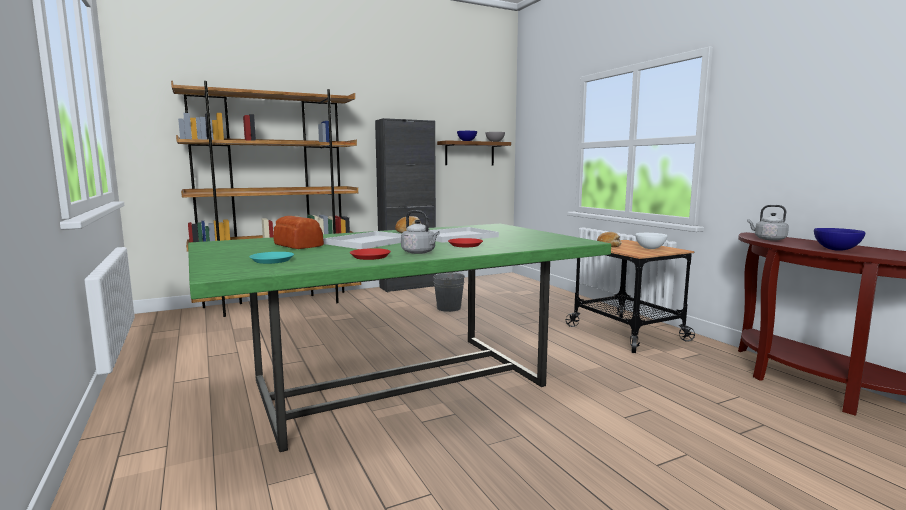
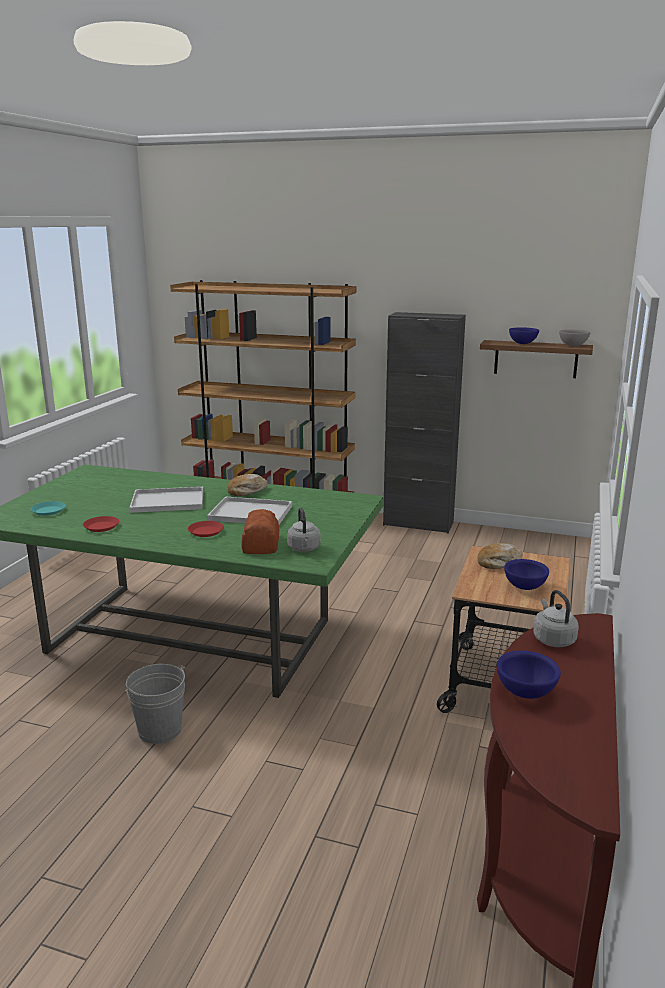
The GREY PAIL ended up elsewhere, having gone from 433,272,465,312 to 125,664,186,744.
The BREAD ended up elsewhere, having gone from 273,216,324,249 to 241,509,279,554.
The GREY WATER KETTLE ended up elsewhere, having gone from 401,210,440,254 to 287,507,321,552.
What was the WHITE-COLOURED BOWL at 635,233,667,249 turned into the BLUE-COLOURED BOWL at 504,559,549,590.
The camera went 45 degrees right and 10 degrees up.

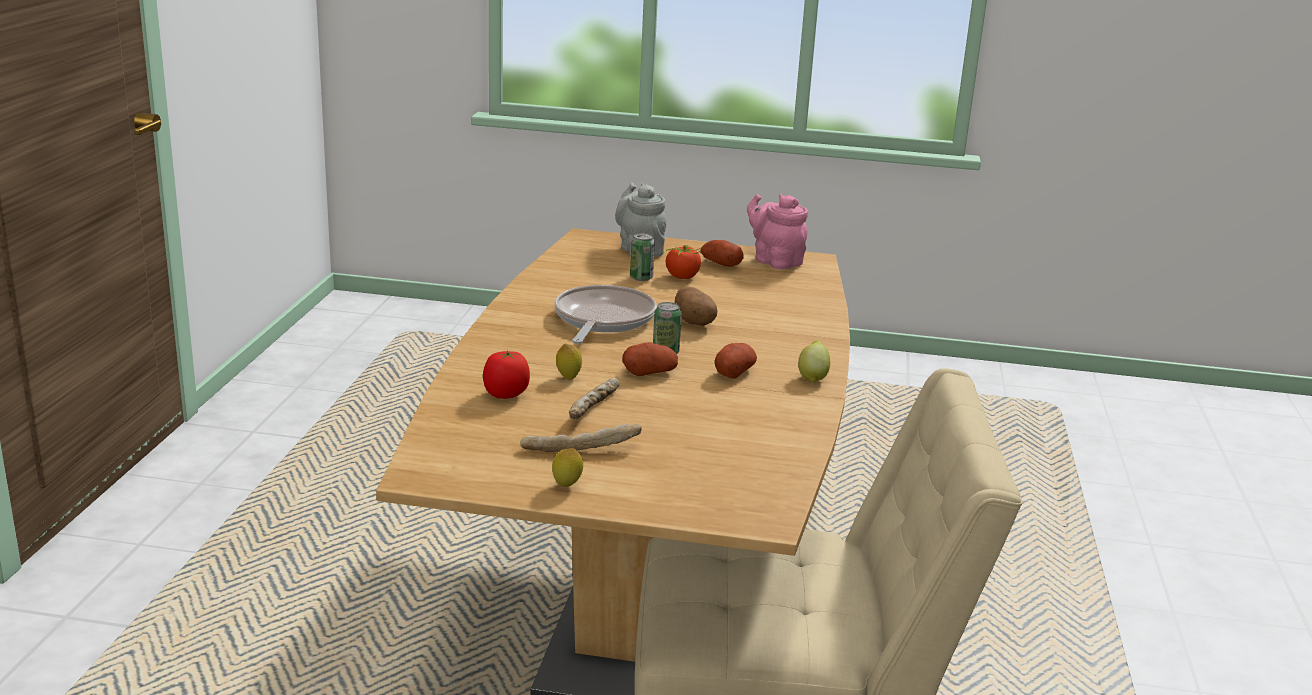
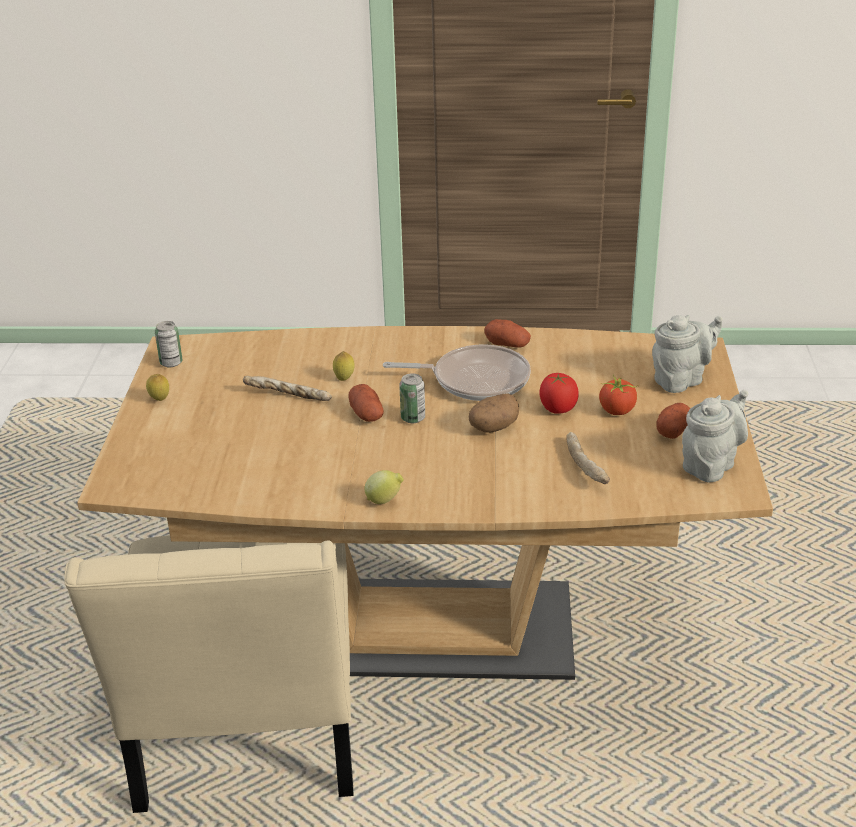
The SEALED CAN ended up elsewhere, having gone from 630,233,655,281 to 155,321,183,367.
The WHOLE POTATO ended up elsewhere, having gone from 715,343,757,378 to 485,319,531,348.
The TOMATO ended up elsewhere, having gone from 483,350,530,399 to 539,373,579,414.
The BREAD ended up elsewhere, having gone from 520,424,642,452 to 566,432,610,484.
What was the PINK POT FOR TEA at 747,194,808,269 turned into the GREY POT FOR TEA at 682,390,748,482.
The camera went 85 degrees right and 10 degrees up.

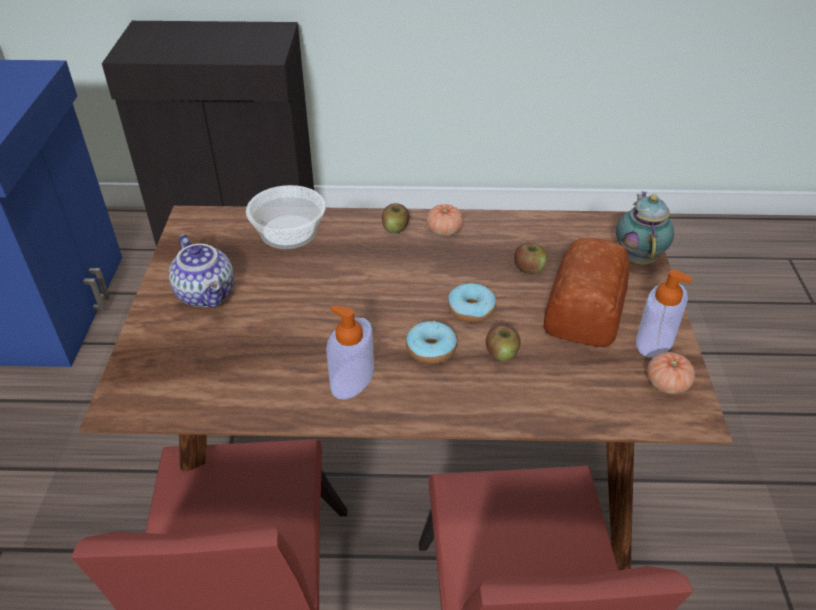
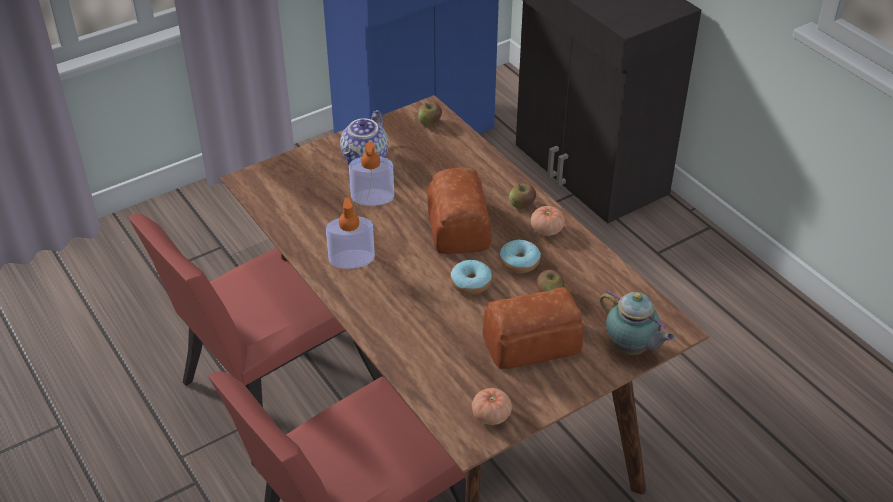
The LIQUID SOAP BOTTLE ended up elsewhere, having gone from 636,270,692,358 to 349,142,394,206.
The WHOLE APPLE ended up elsewhere, having gone from 486,325,520,361 to 418,102,442,126.
The second view gained the BREAD at 427,167,492,254.
The DONUT ended up elsewhere, having gone from 406,321,457,364 to 500,239,541,273.
The POT FOR TEA at 616,191,674,264 ended up facing another way, 75 degrees clockwise from before.
The second view lost the BOWL at 246,185,326,249.
The camera went 55 degrees right and 0 degrees up.

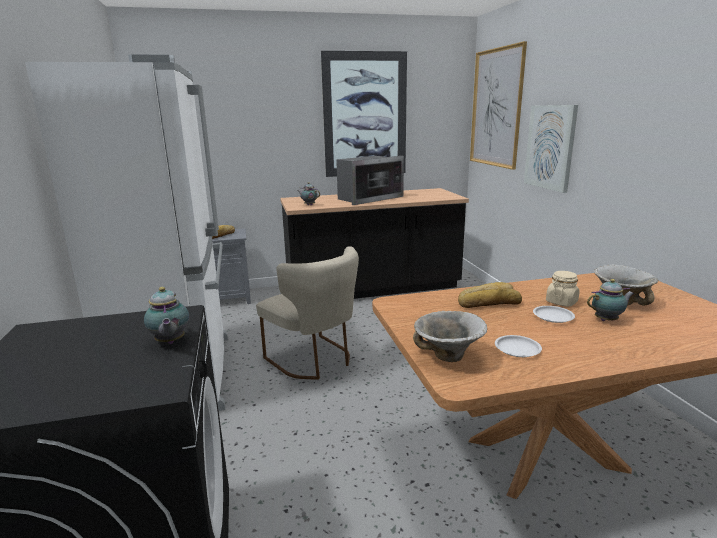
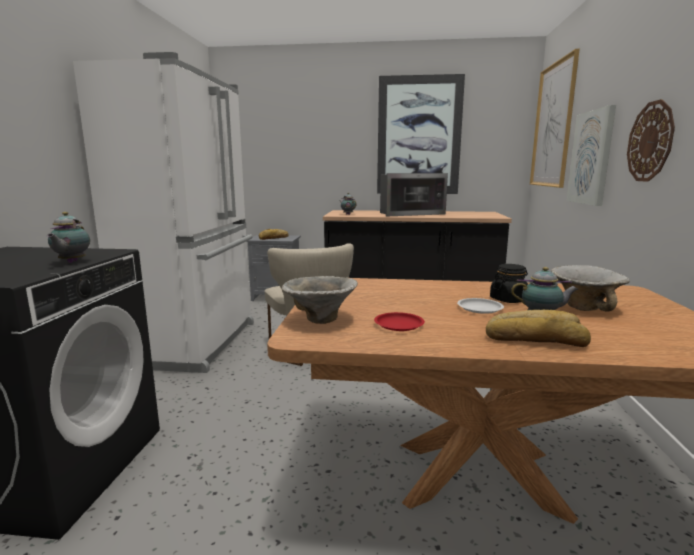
What was the WHITE-COLOURED DINNER PLATE at 495,335,542,357 turned into the RED-COLOURED DINNER PLATE at 374,312,425,331.
The BREAD ended up elsewhere, having gone from 458,282,522,308 to 486,309,591,347.
What was the SAND-COLOURED STORAGE JAR at 546,271,579,307 turned into the BLACKISH STORAGE JAR at 490,264,528,303.
The second view gained the HANGING CLOCK at 627,99,675,182.
The camera went 20 degrees right and 5 degrees down.

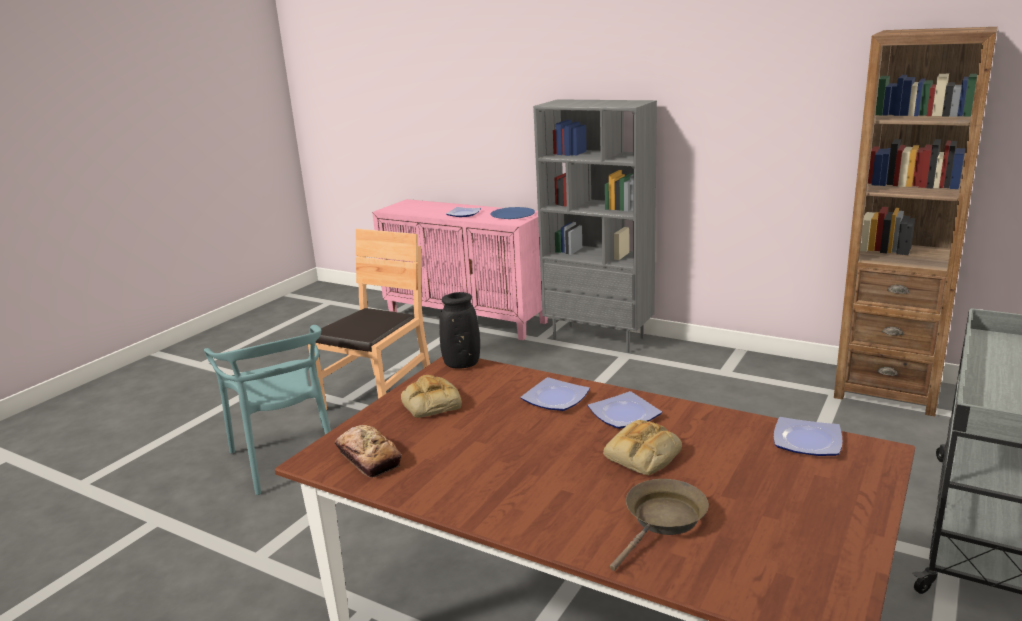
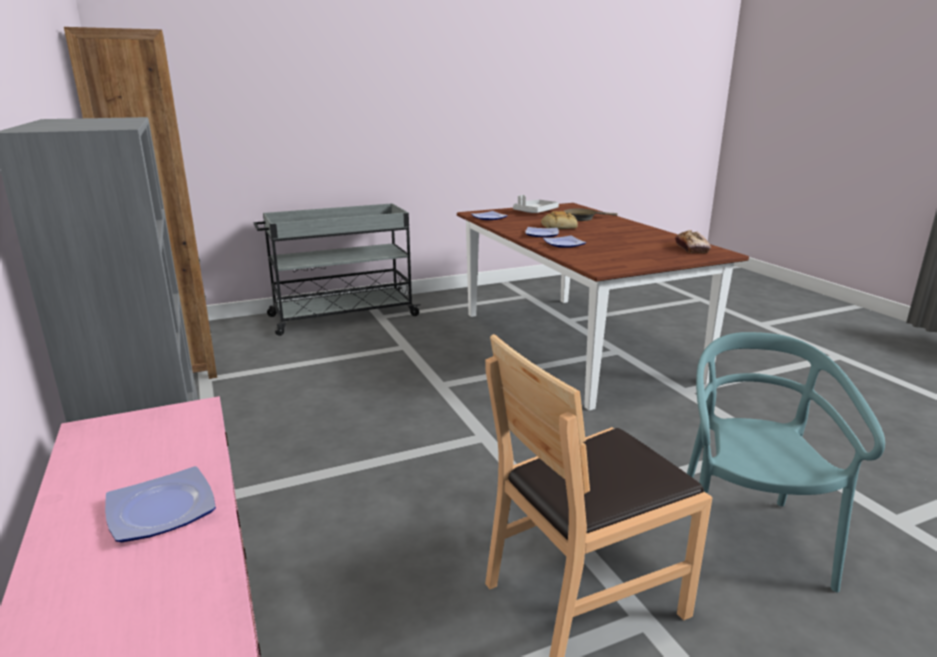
The second view gained the GREY CARRYING TRAY at 513,195,559,213.
The second view lost the BREAD at 401,375,462,418.
The second view lost the BLACKISH FLOWER VASE at 440,292,480,368.
The second view lost the BLUE-COLOURED DINNER PLATE at 490,207,535,219.
The camera went 145 degrees left and 0 degrees up.

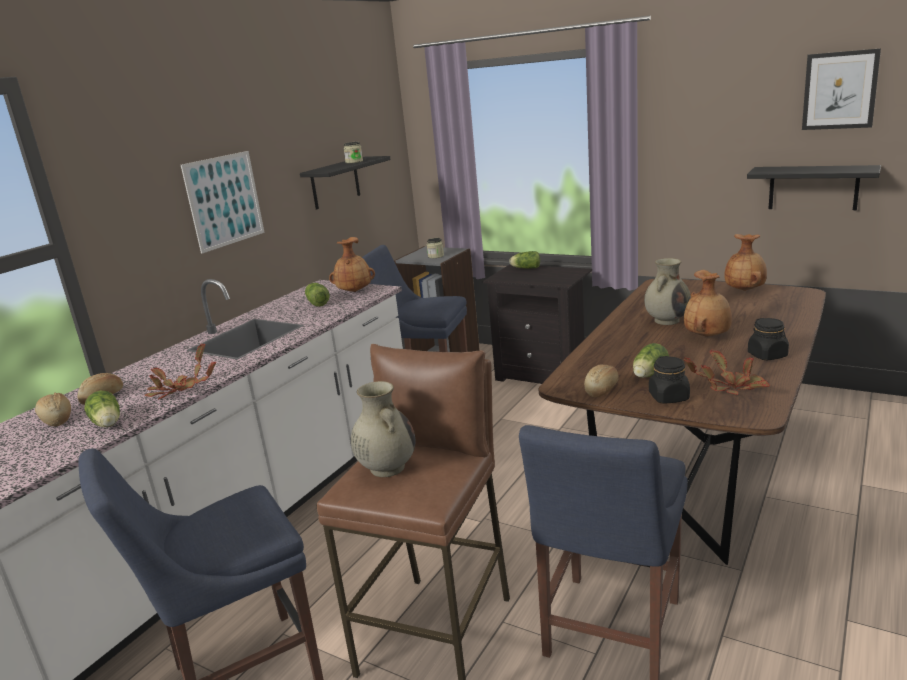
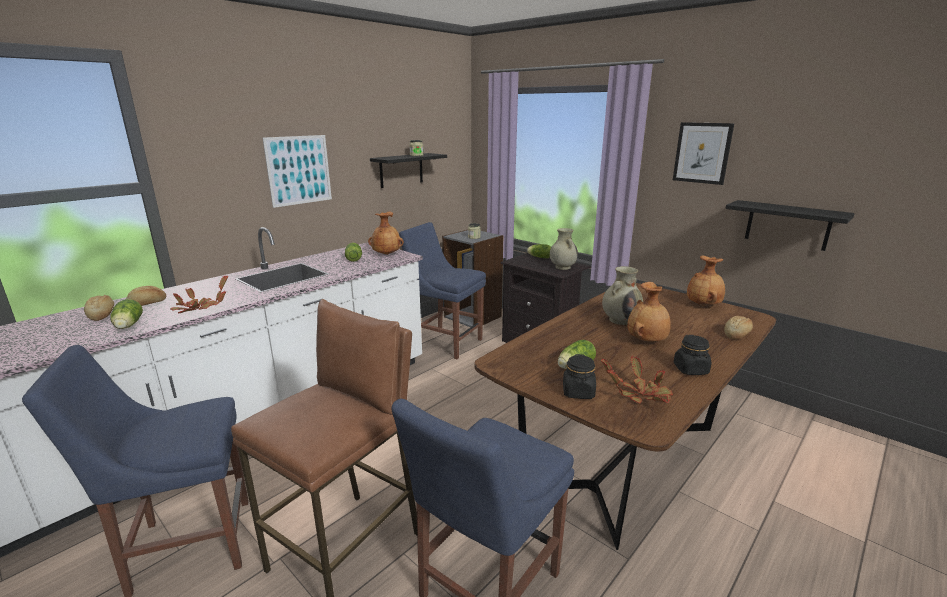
The SAND-COLOURED FLOWER VASE ended up elsewhere, having gone from 351,381,416,477 to 550,228,578,270.
The PICTURE ended up elsewhere, having gone from 802,48,881,130 to 673,122,734,185.
The BREAD ended up elsewhere, having gone from 584,365,619,397 to 724,316,753,339.
The camera went 10 degrees right and 0 degrees up.

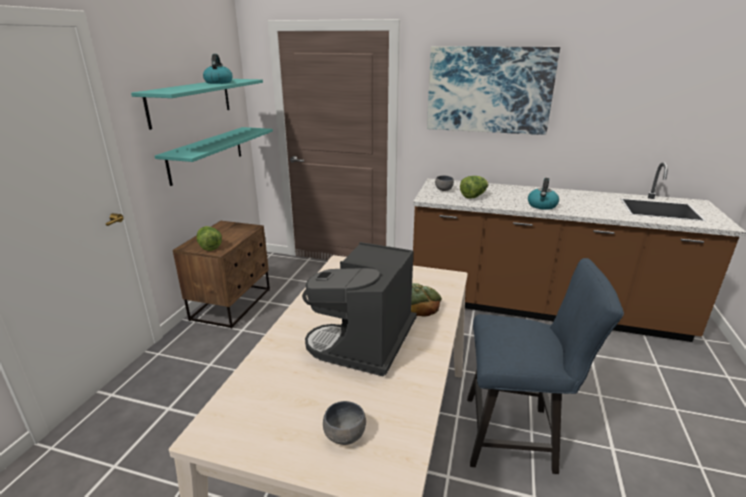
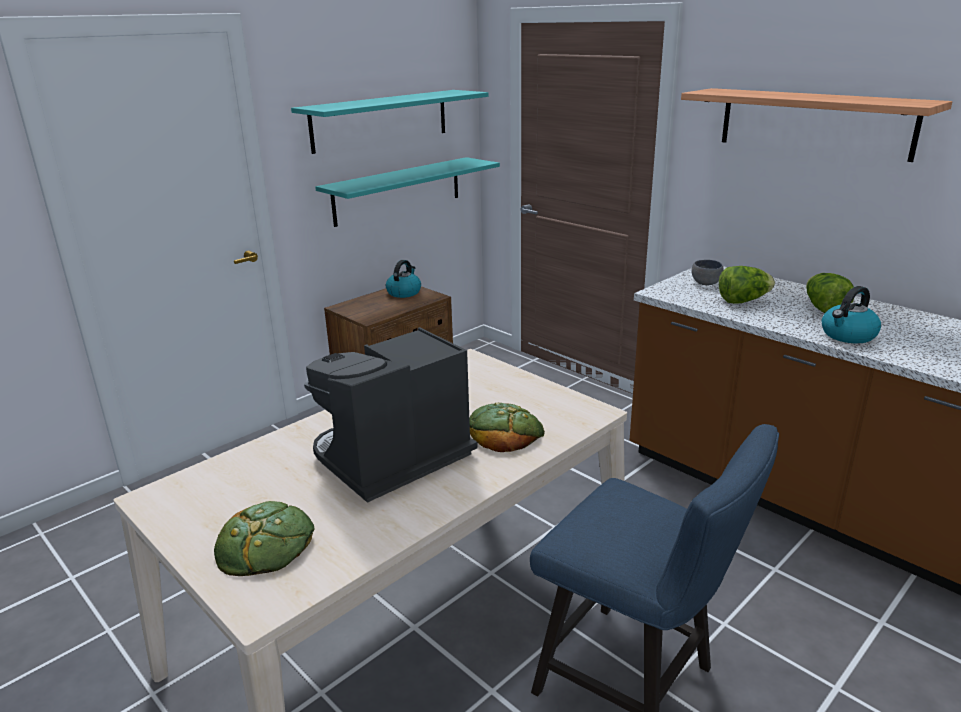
Where the GREY BOWL stood at 323,401,366,445, the BREAD came to stand at 214,501,314,576.
The WATER KETTLE ended up elsewhere, having gone from 203,54,233,84 to 386,260,421,298.
Where the PICTURE hung at 427,46,560,135, the WALL SHELF came to hang at 681,88,953,162.
The LETTUCE ended up elsewhere, having gone from 197,226,222,251 to 806,273,854,313.
The camera went 30 degrees right and 0 degrees up.

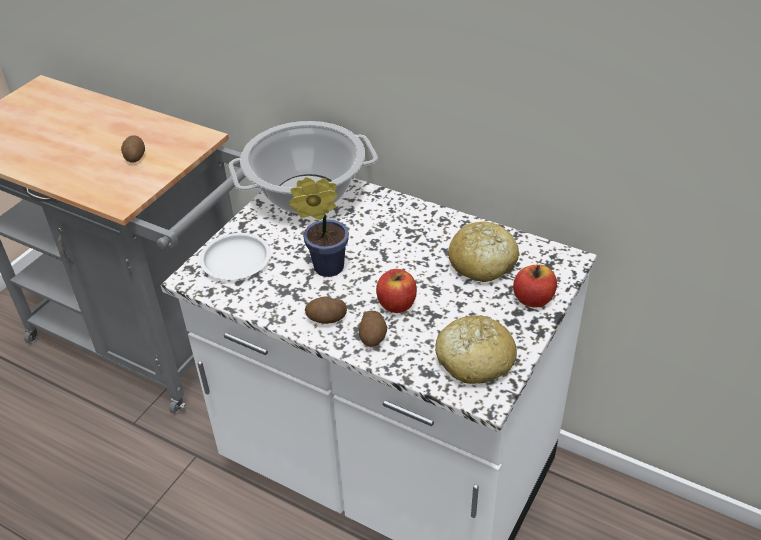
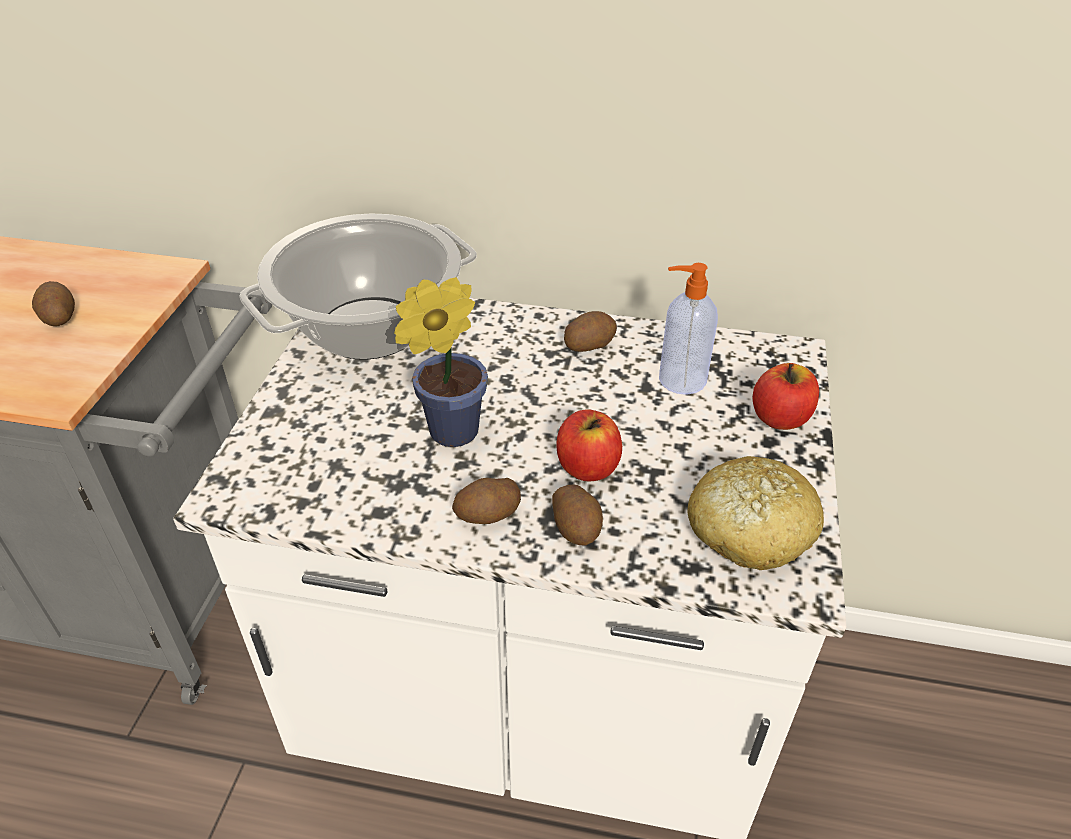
The second view gained the WHOLE POTATO at 564,311,617,352.
Where the BREAD stood at 448,222,520,282, the LIQUID SOAP BOTTLE came to stand at 659,263,718,395.
The second view lost the WHITE-COLOURED DINNER PLATE at 199,233,271,280.
The camera went 20 degrees left and 0 degrees up.

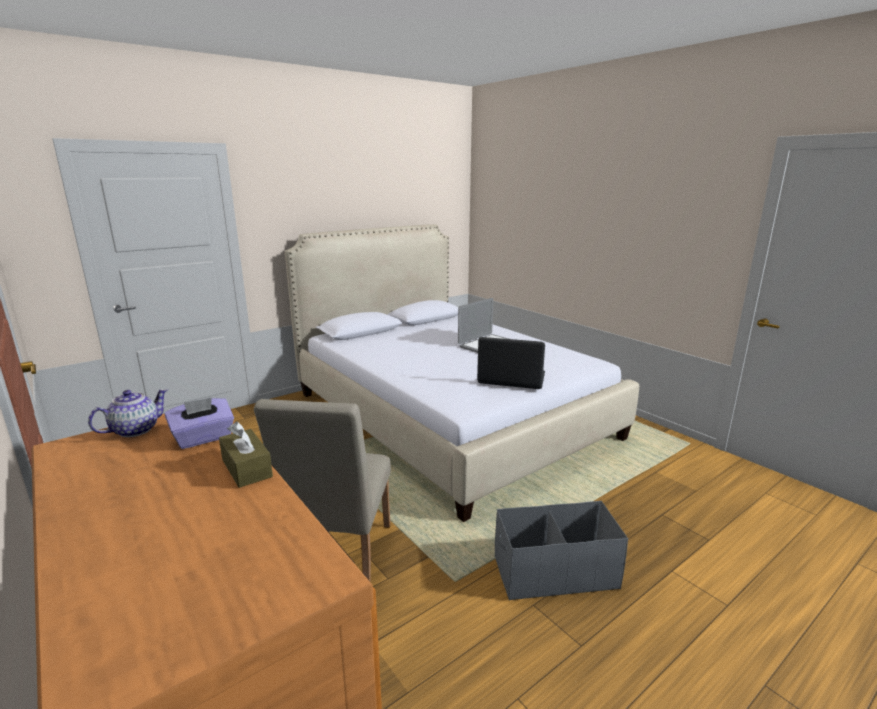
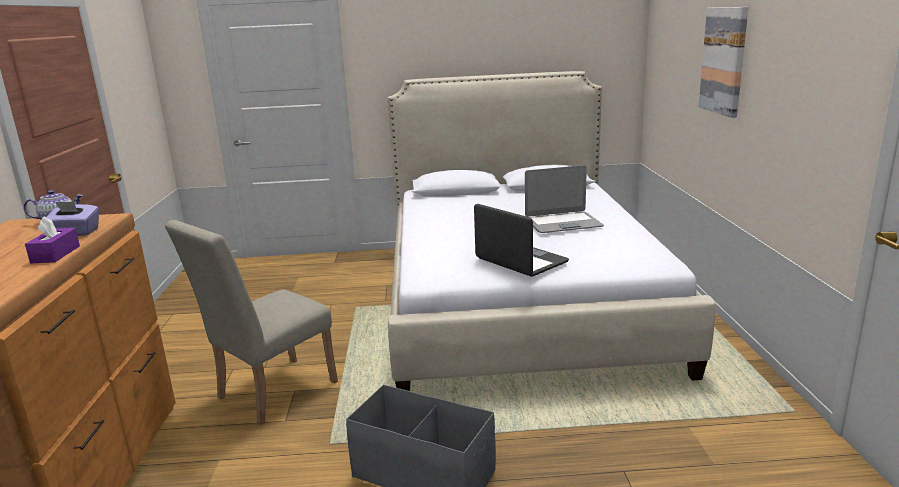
What was the BROWNISH TISSUE HOLDER at 219,422,273,488 turned into the PURPLE-COLOURED TISSUE HOLDER at 25,216,80,263.
The second view gained the PICTURE at 699,7,748,118.
The camera went 35 degrees right and 0 degrees up.

